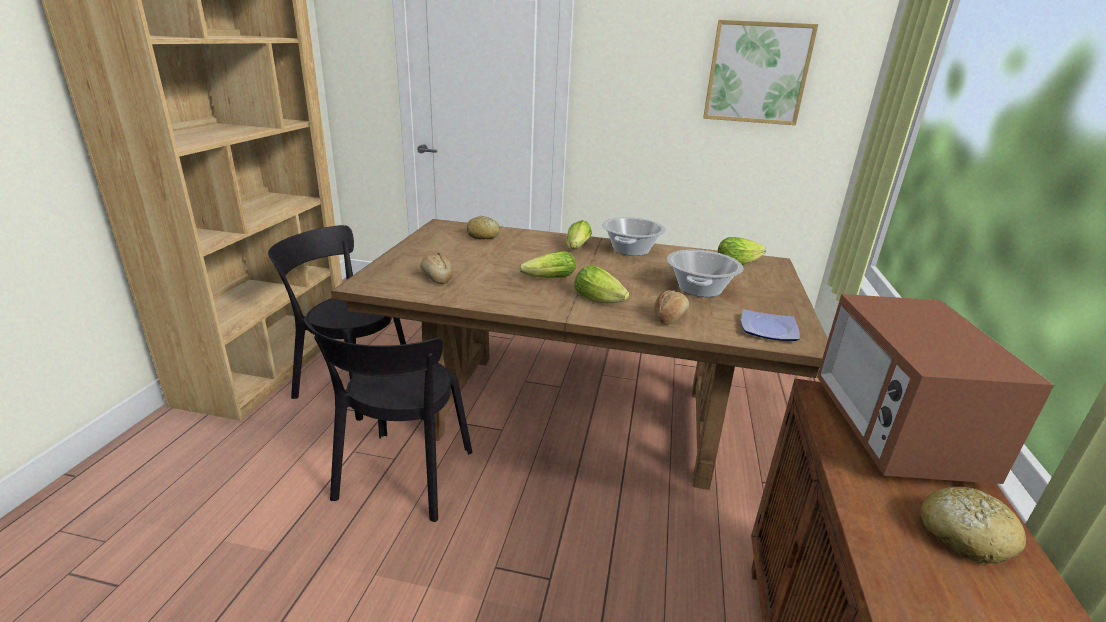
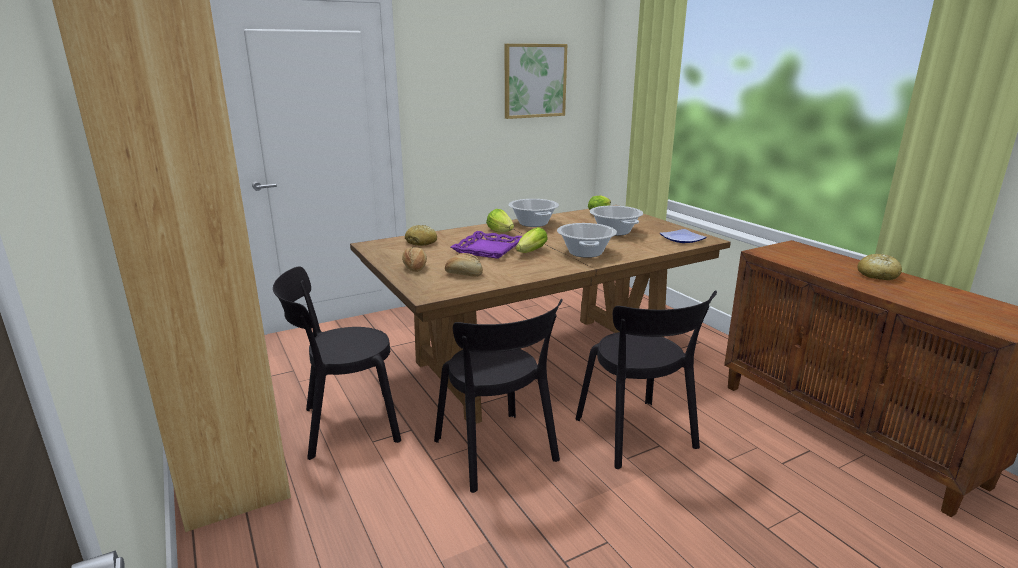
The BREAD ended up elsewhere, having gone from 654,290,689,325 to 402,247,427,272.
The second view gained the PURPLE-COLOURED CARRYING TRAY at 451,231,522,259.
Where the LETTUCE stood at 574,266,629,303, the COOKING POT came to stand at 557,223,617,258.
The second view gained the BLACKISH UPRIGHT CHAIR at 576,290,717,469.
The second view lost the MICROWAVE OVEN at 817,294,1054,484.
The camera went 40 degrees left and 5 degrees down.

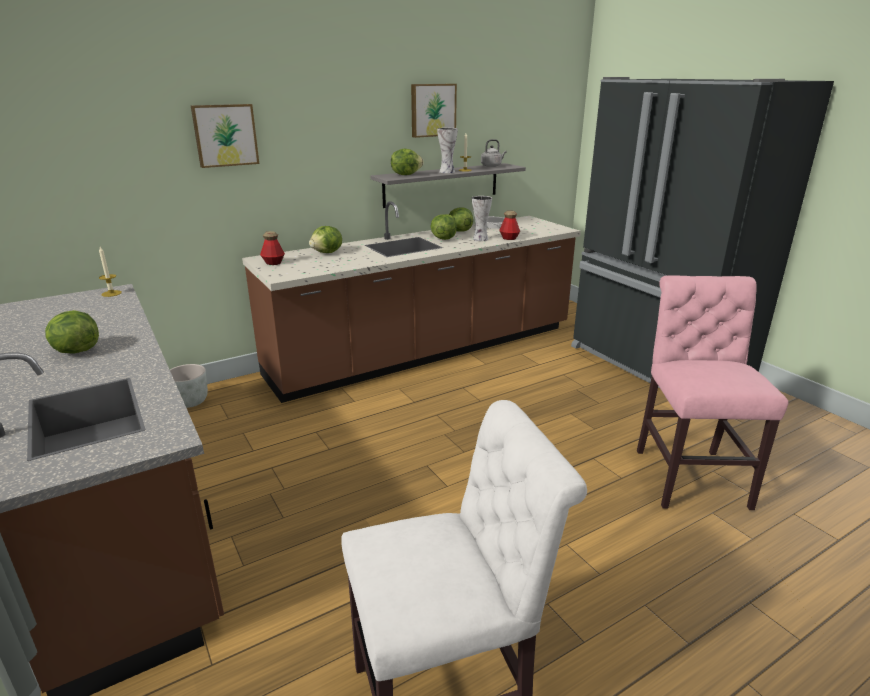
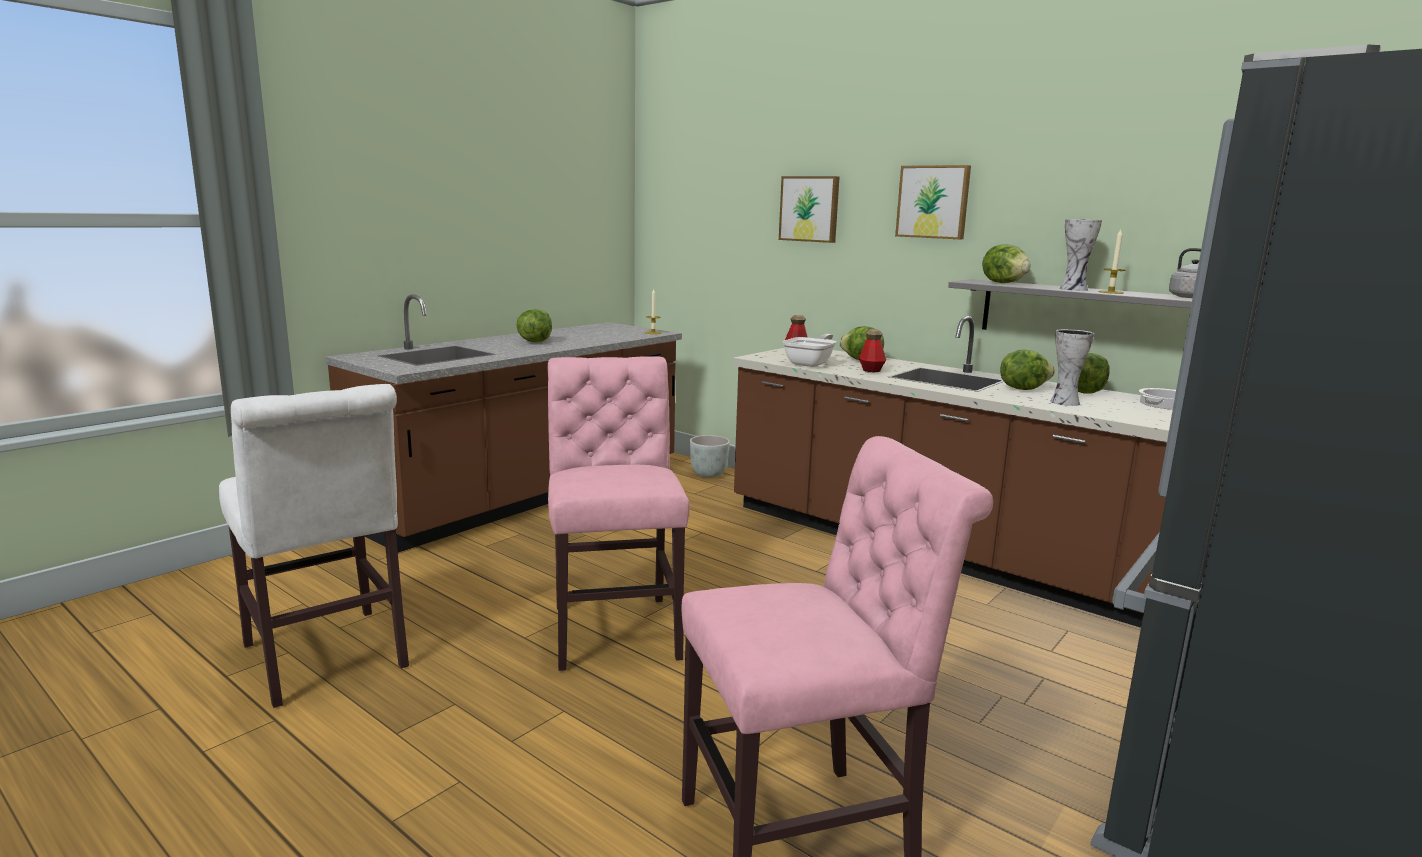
The second view gained the PINK UPRIGHT CHAIR at 547,356,690,671.
The second view gained the PAN at 782,334,836,367.
The BOTTLE ended up elsewhere, having gone from 499,211,520,240 to 859,329,886,372.
The PICTURE ended up elsewhere, having gone from 411,84,457,138 to 895,165,971,239.
The camera went 70 degrees right and 10 degrees down.

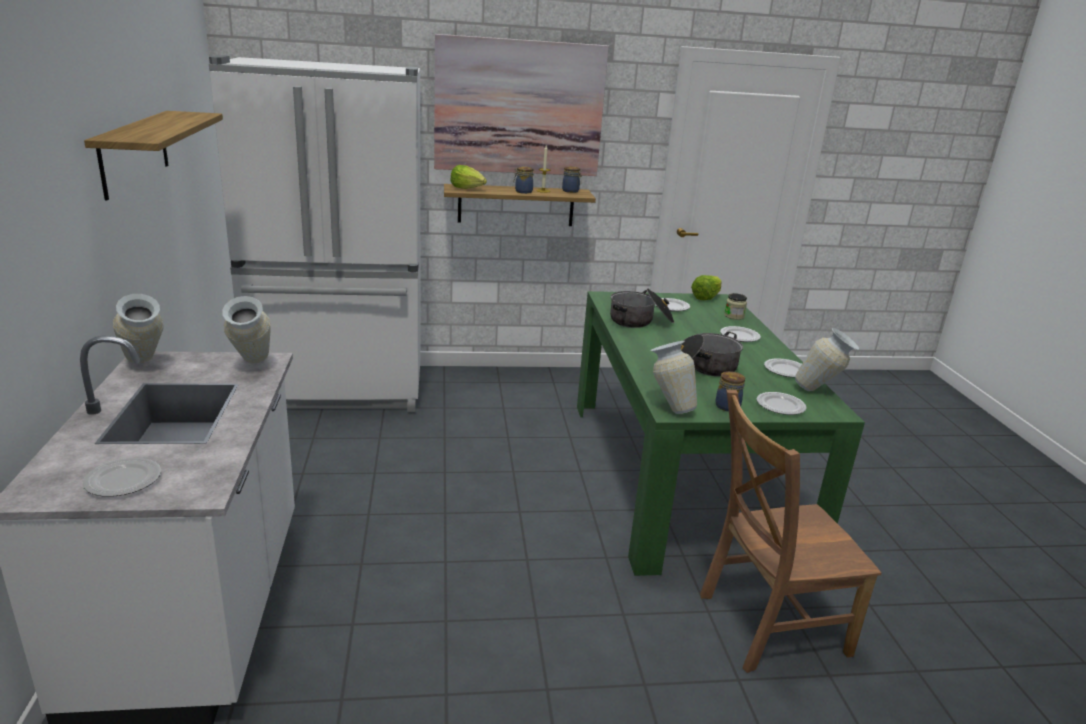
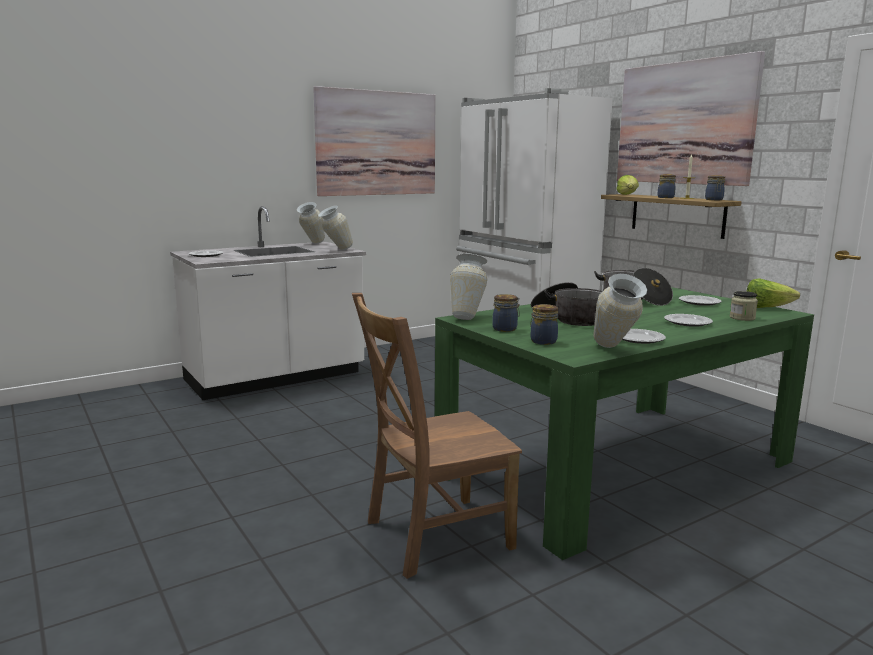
Where the WALL SHELF hung at 84,111,223,200, the PICTURE came to hang at 313,86,436,196.
The BROWNISH UPRIGHT CHAIR at 700,389,881,673 ended up facing another way, 75 degrees counterclockwise from before.
Where the DINNER PLATE stood at 757,392,807,415, the STORAGE JAR came to stand at 530,304,558,345.
The camera went 65 degrees right and 10 degrees down.

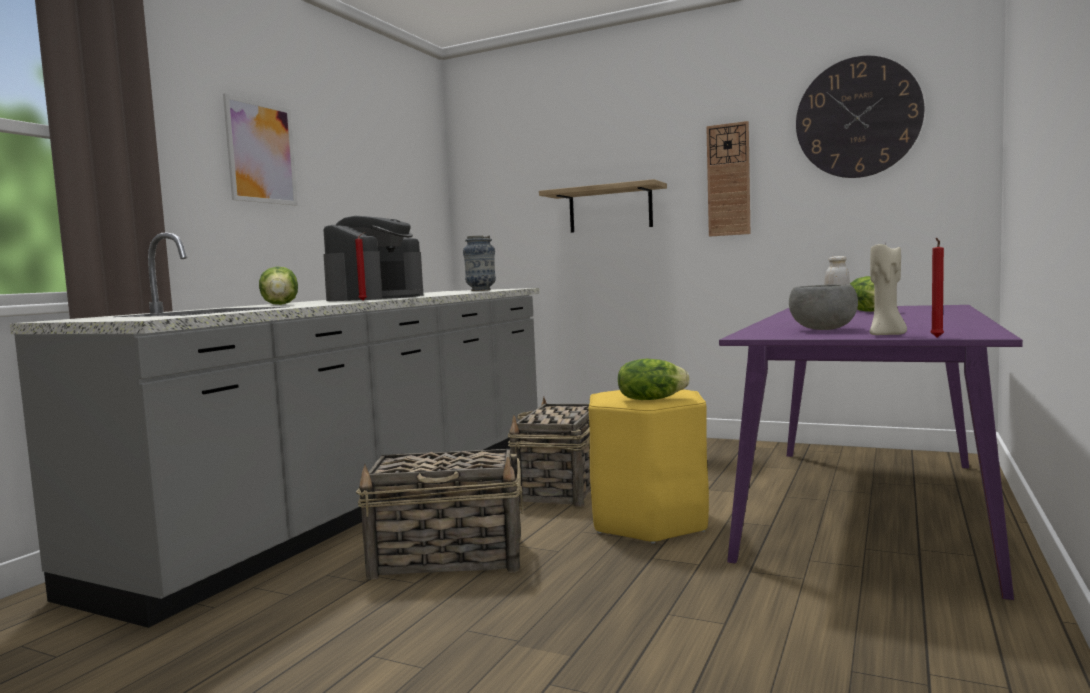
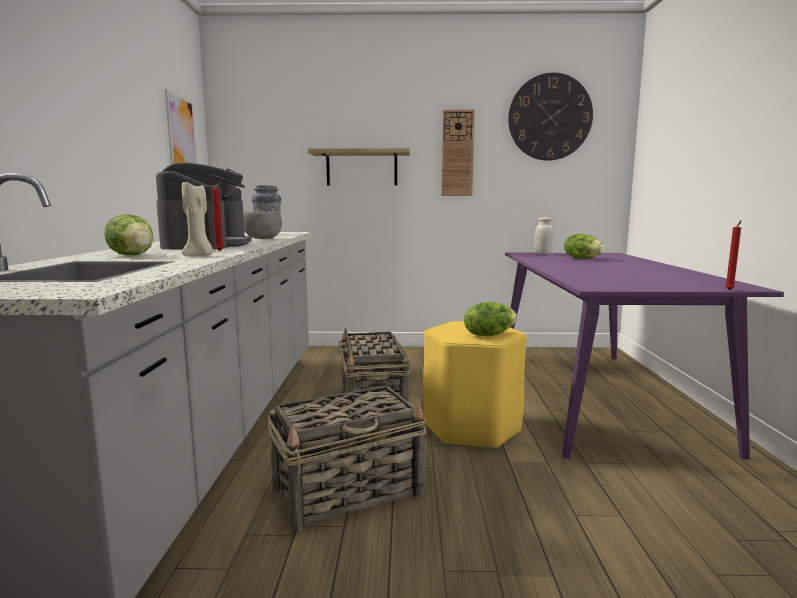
The PICTURE ended up elsewhere, having gone from 223,94,298,205 to 165,89,197,165.
The SAND-COLOURED WAX CANDLE ended up elsewhere, having gone from 870,243,907,335 to 182,182,213,256.
The GREY BOWL ended up elsewhere, having gone from 789,284,858,330 to 243,211,282,239.
The camera went 25 degrees left and 5 degrees up.

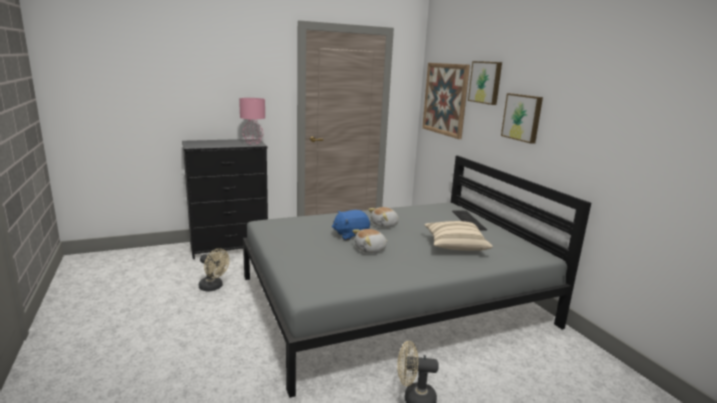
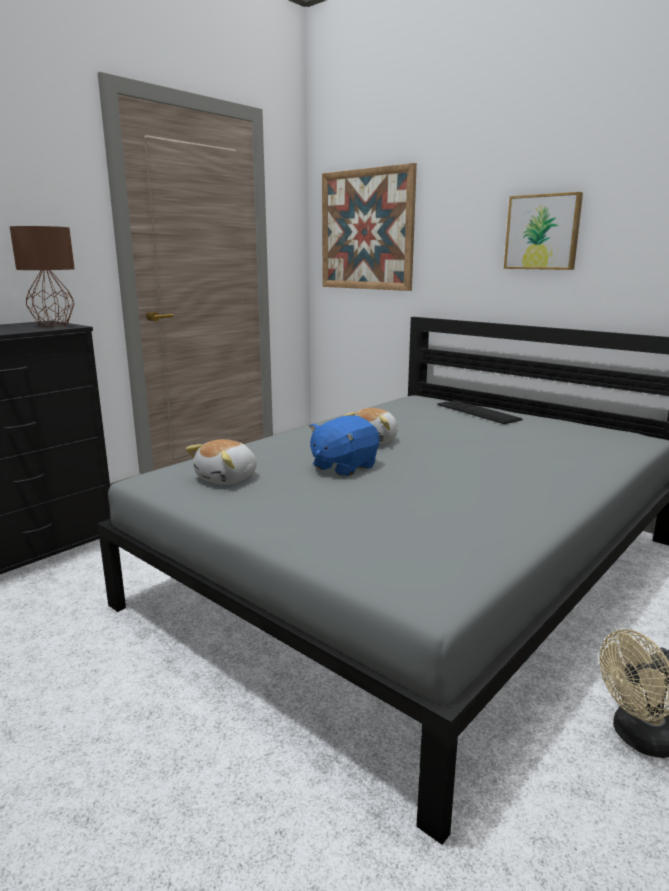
What was the PINK TABLETOP LAMP at 239,98,265,144 turned into the BROWNISH TABLETOP LAMP at 10,226,75,327.
The CUDDLY TOY ended up elsewhere, having gone from 352,229,388,253 to 186,439,257,485.
The second view lost the SAND-COLOURED FAN at 199,248,230,292.
The second view lost the SAND-COLOURED THROW PILLOW at 424,221,493,251.
The second view lost the PICTURE at 468,61,502,105.
The camera went 25 degrees left and 0 degrees up.

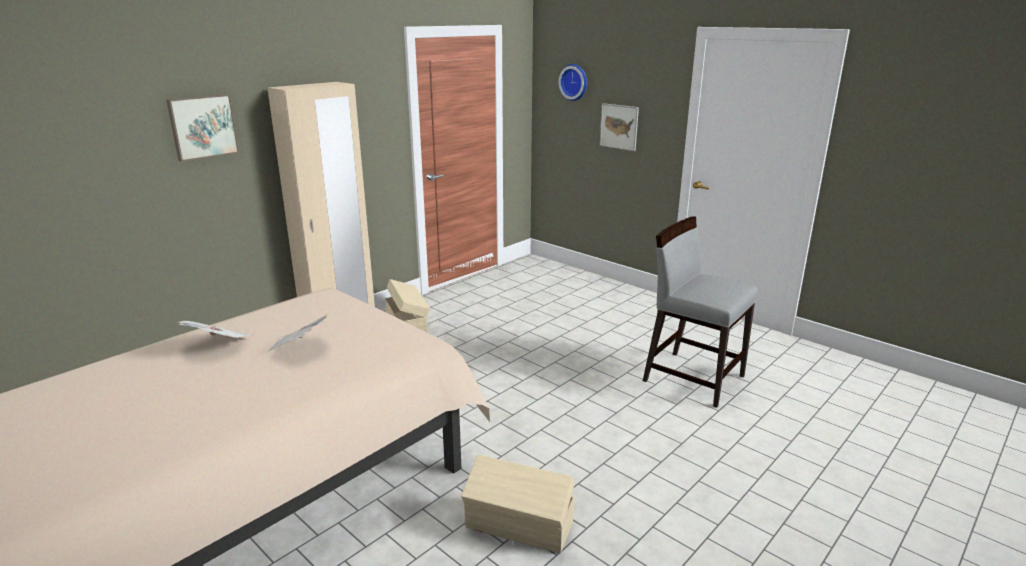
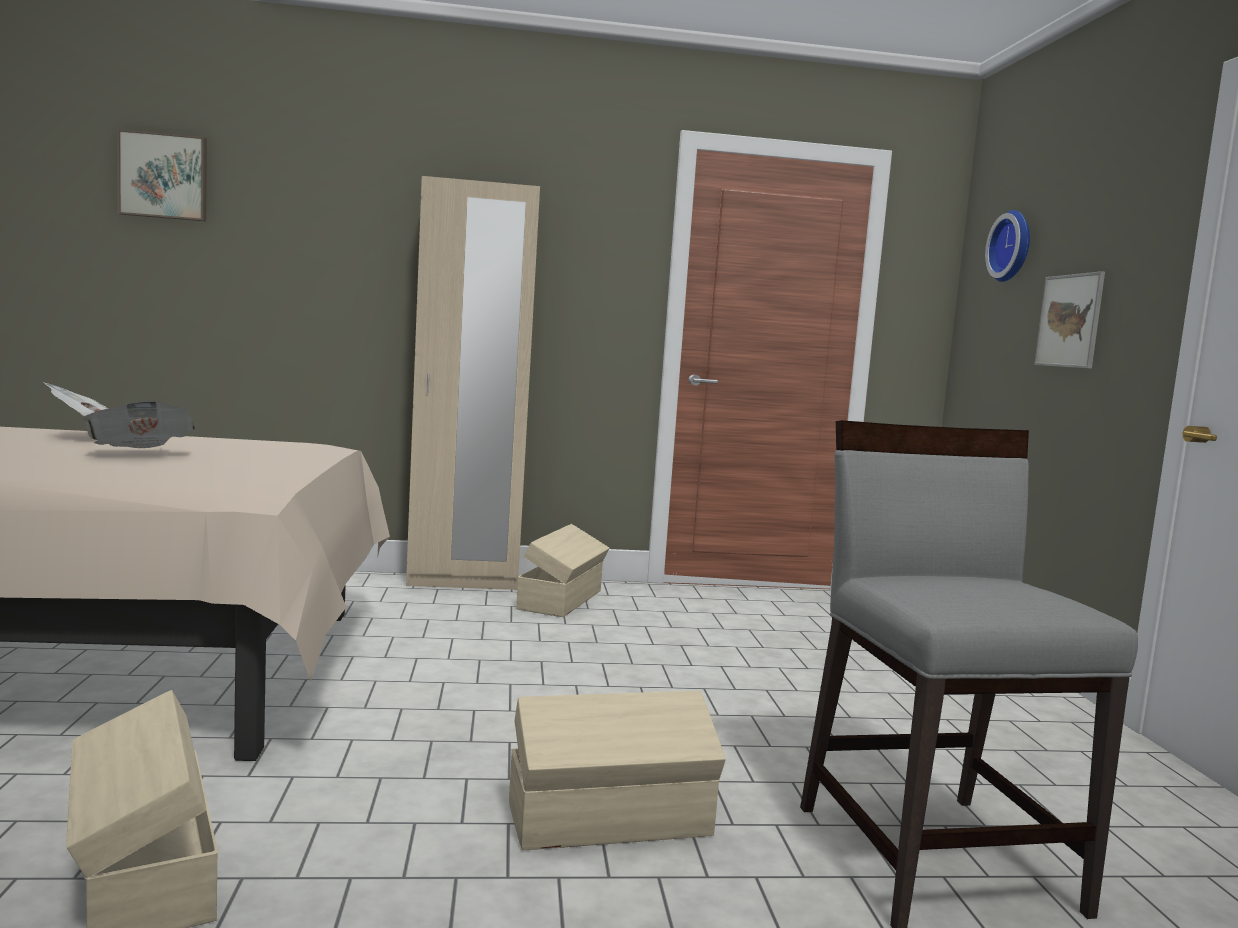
The PICTURE ended up elsewhere, having gone from 166,94,239,162 to 117,129,207,221.
The second view gained the SAND-COLOURED STORAGE BIN at 509,691,726,850.
The camera went 40 degrees right and 15 degrees down.

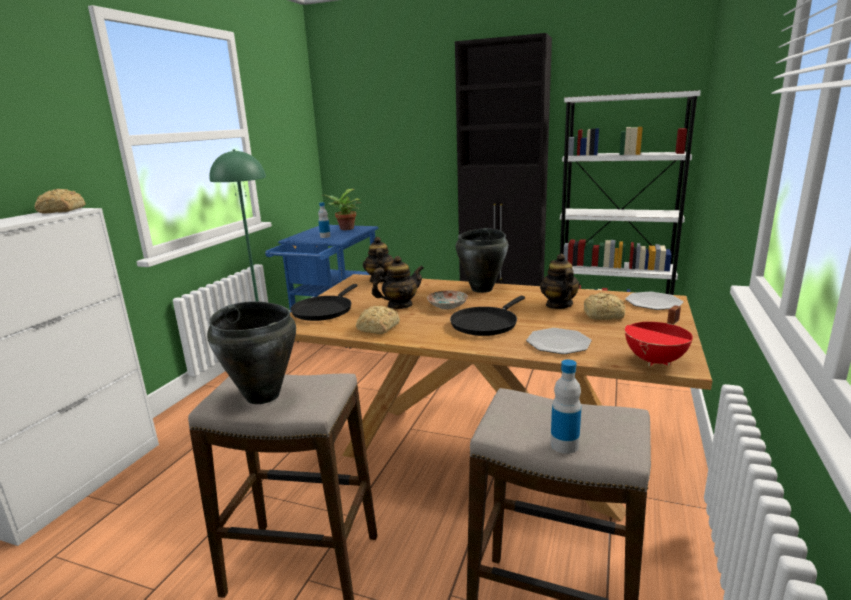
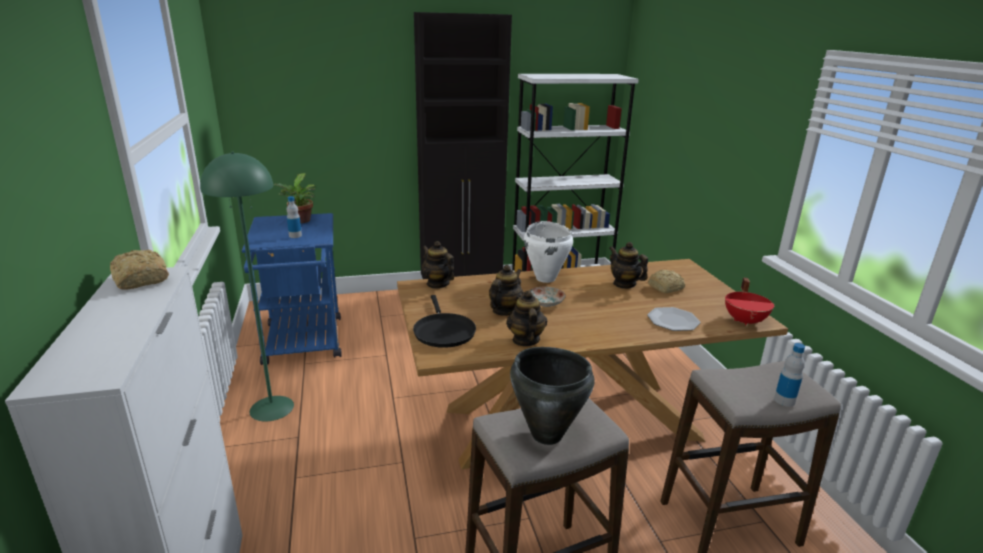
Where the BREAD stood at 356,305,400,334, the POT FOR TEA came to stand at 506,290,548,346.
What was the BLACKISH COOKING POT at 456,228,508,293 turned into the WHITE-COLOURED COOKING POT at 524,221,573,283.
The second view lost the BLACKISH PAN at 450,296,525,336.
The second view lost the DINNER PLATE at 625,292,683,310.
The camera went 35 degrees left and 5 degrees up.

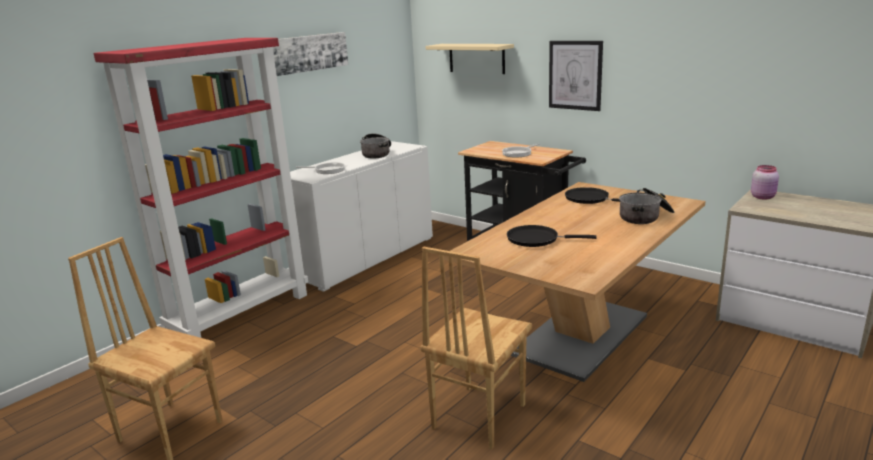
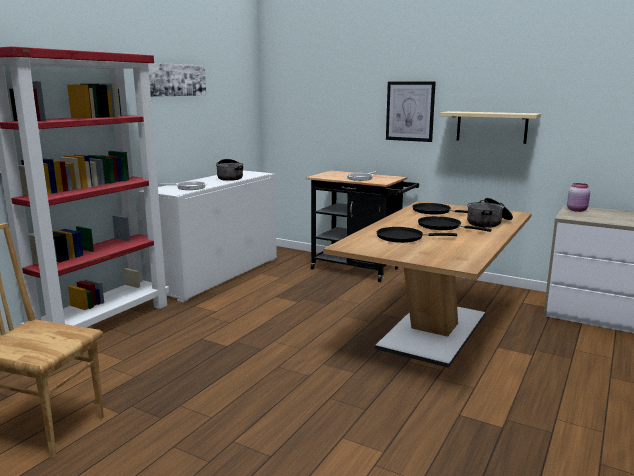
The second view gained the BLACKISH PAN at 418,216,492,232.
The SAND-COLOURED WALL SHELF ended up elsewhere, having gone from 426,44,514,74 to 440,111,541,144.
The second view lost the BROWNISH UPRIGHT CHAIR at 420,247,532,449.
The camera went 10 degrees left and 5 degrees down.

